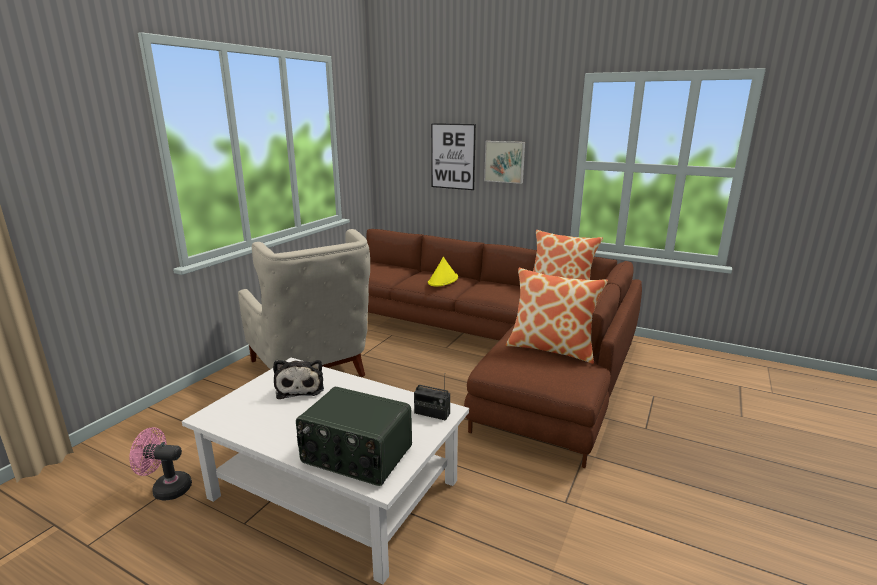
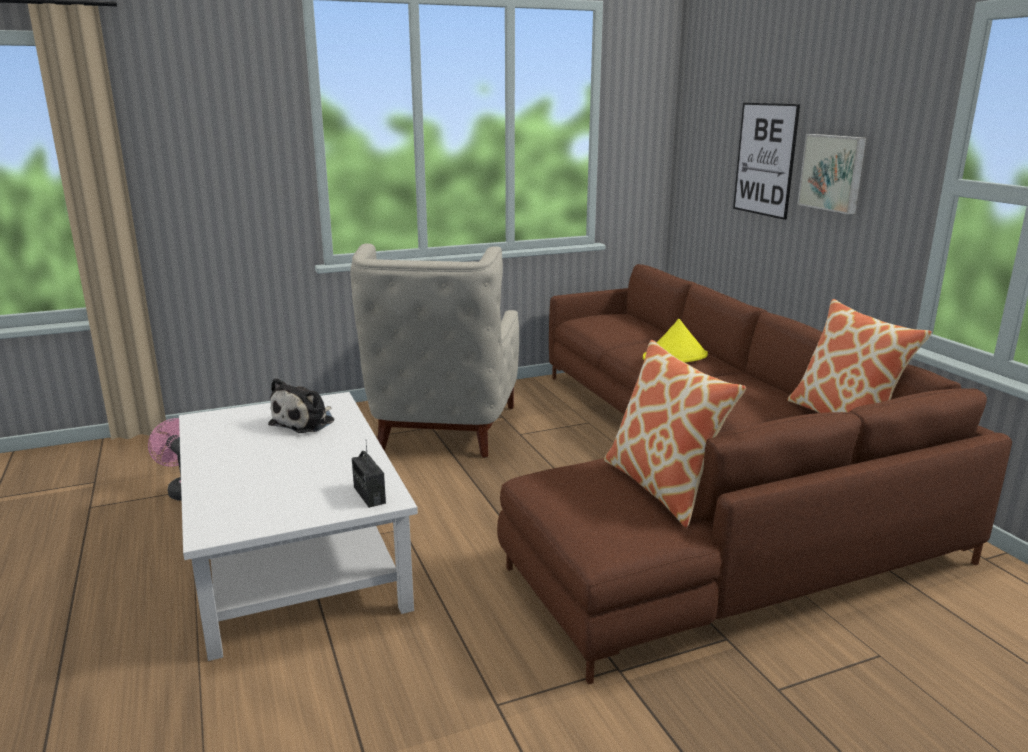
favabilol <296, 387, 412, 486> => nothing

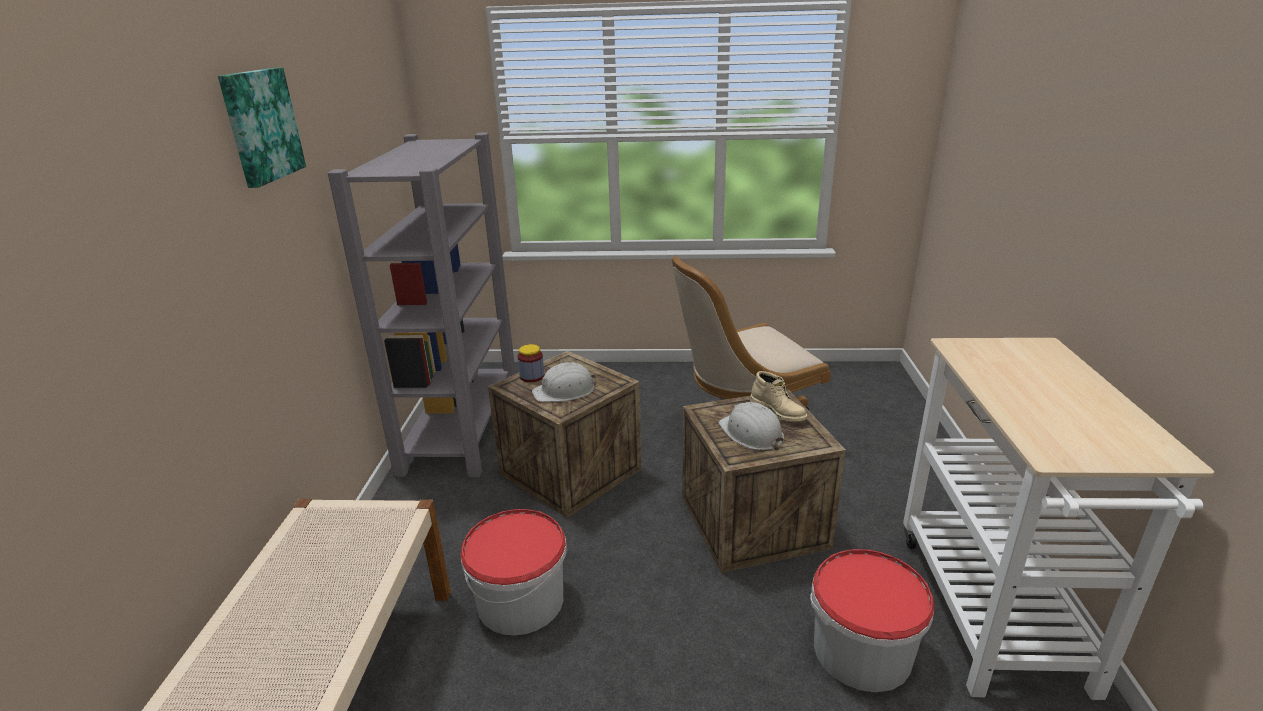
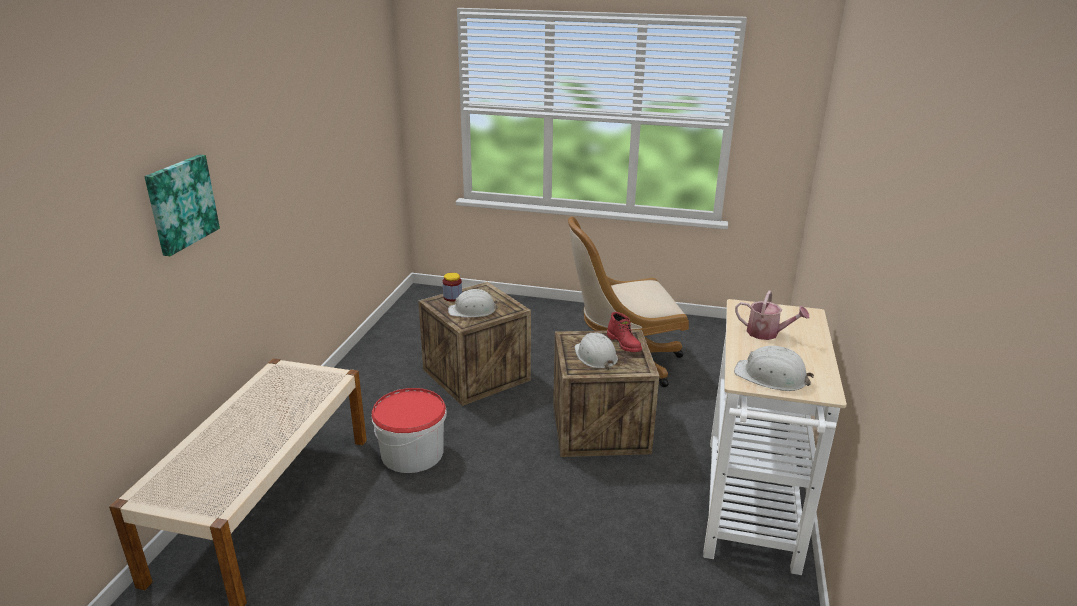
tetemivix <218, 67, 306, 188> => tetemivix <144, 155, 220, 256>, moved
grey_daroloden <328, 133, 516, 477> => nothing
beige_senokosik <750, 371, 807, 422> => red_senokosik <607, 312, 642, 352>
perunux <810, 549, 934, 692> => nothing
nothing => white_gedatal <734, 346, 814, 391>
nothing => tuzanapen <735, 291, 809, 340>

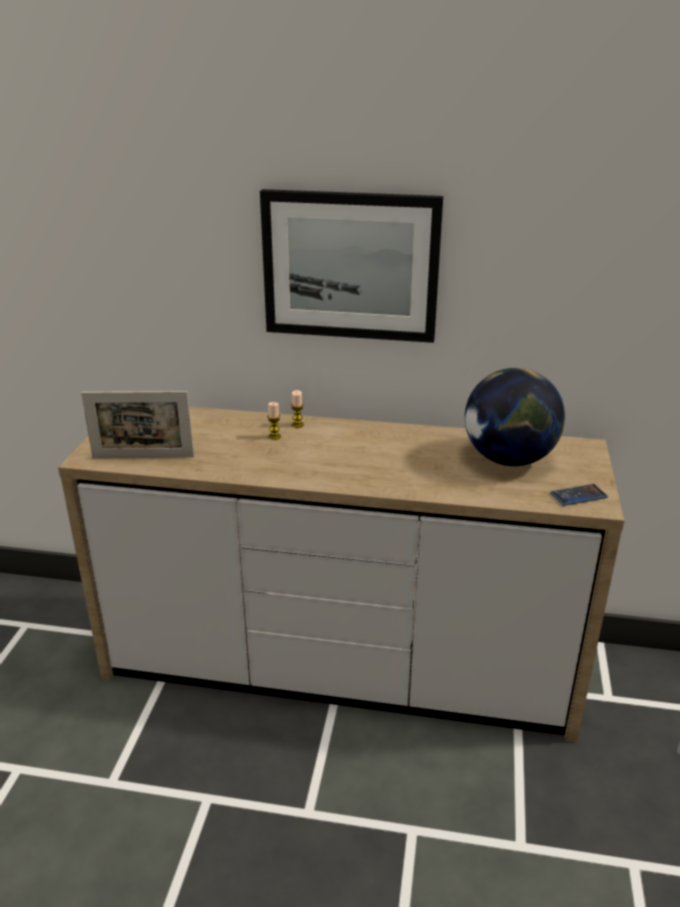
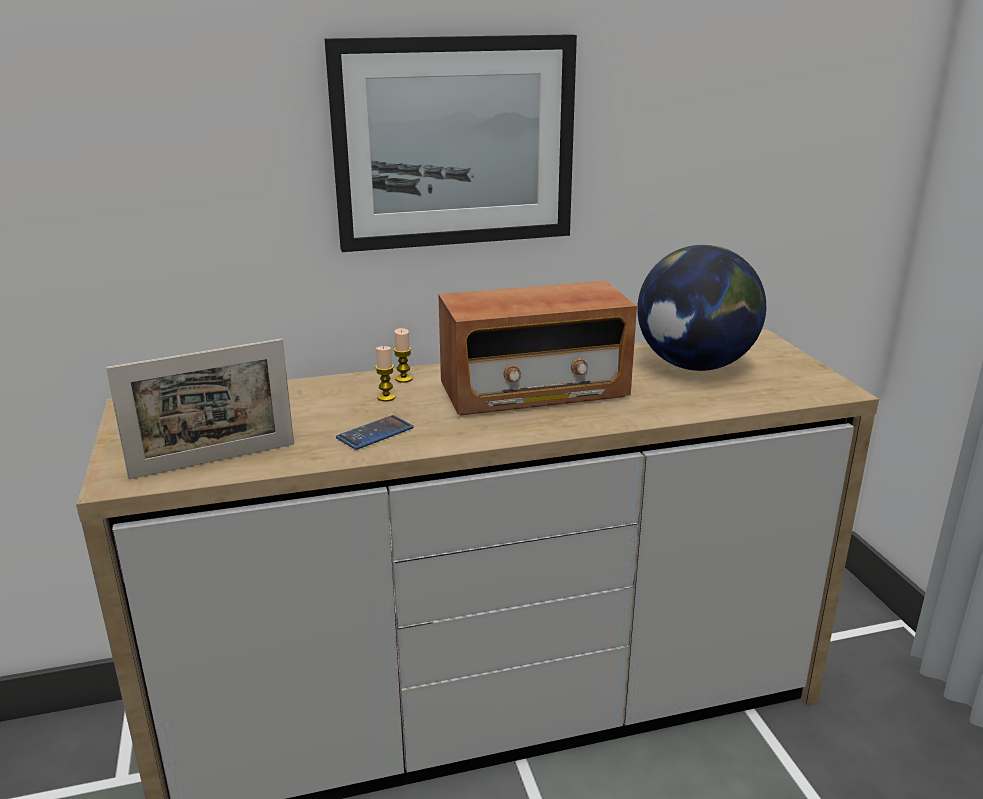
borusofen <550, 484, 608, 506> => borusofen <336, 415, 414, 450>, moved
nothing => favabilol <438, 281, 637, 416>

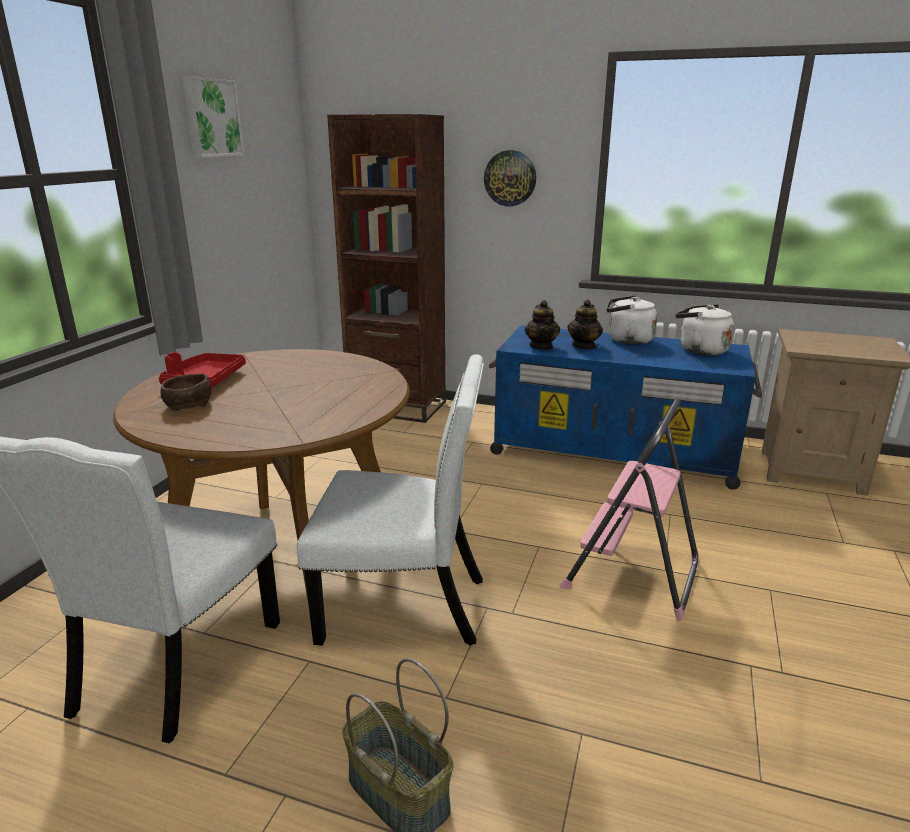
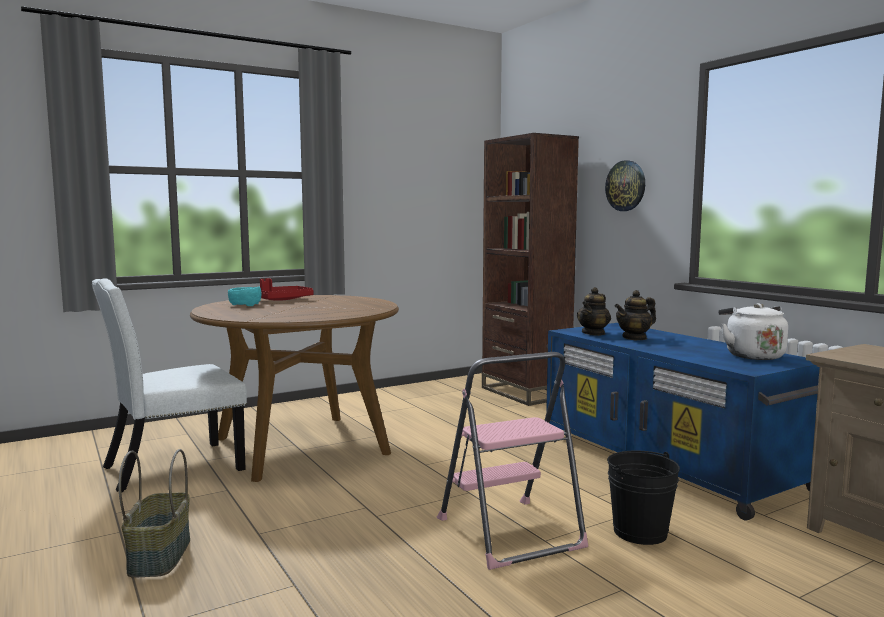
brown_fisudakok <160, 373, 212, 411> => turquoise_fisudakok <228, 287, 262, 306>
tetemivix <182, 76, 244, 158> => nothing
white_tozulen <297, 354, 484, 645> => nothing
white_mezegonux <607, 295, 657, 345> => nothing
nothing => black_perunux <607, 450, 680, 545>

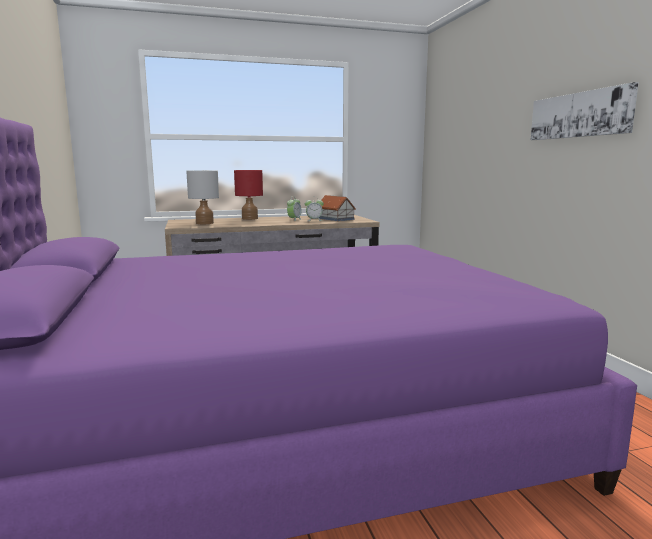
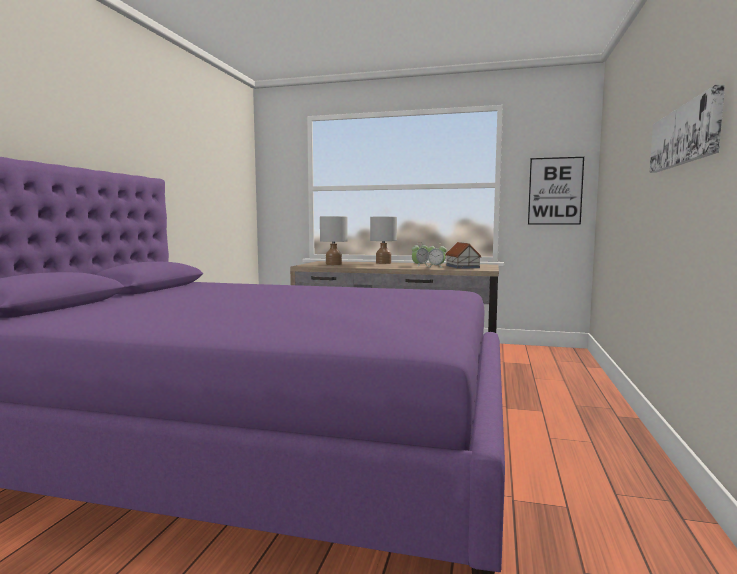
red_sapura <234, 170, 263, 220> => grey_sapura <370, 217, 397, 264>
nothing => tetemivix <528, 157, 584, 225>

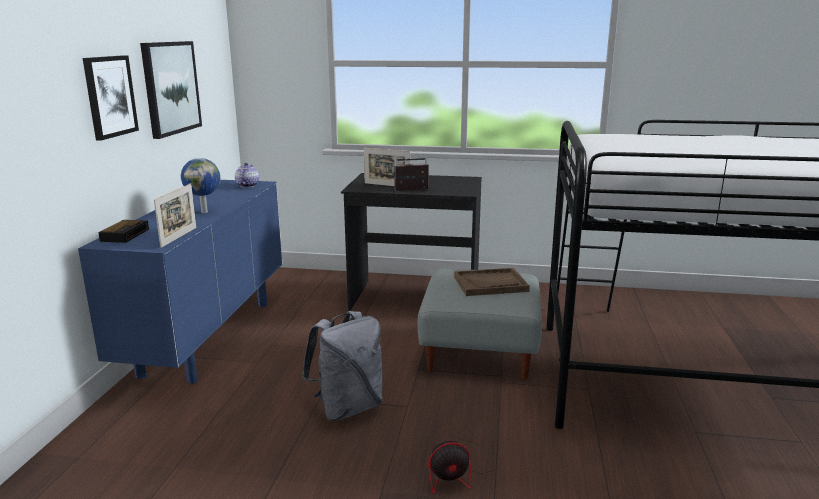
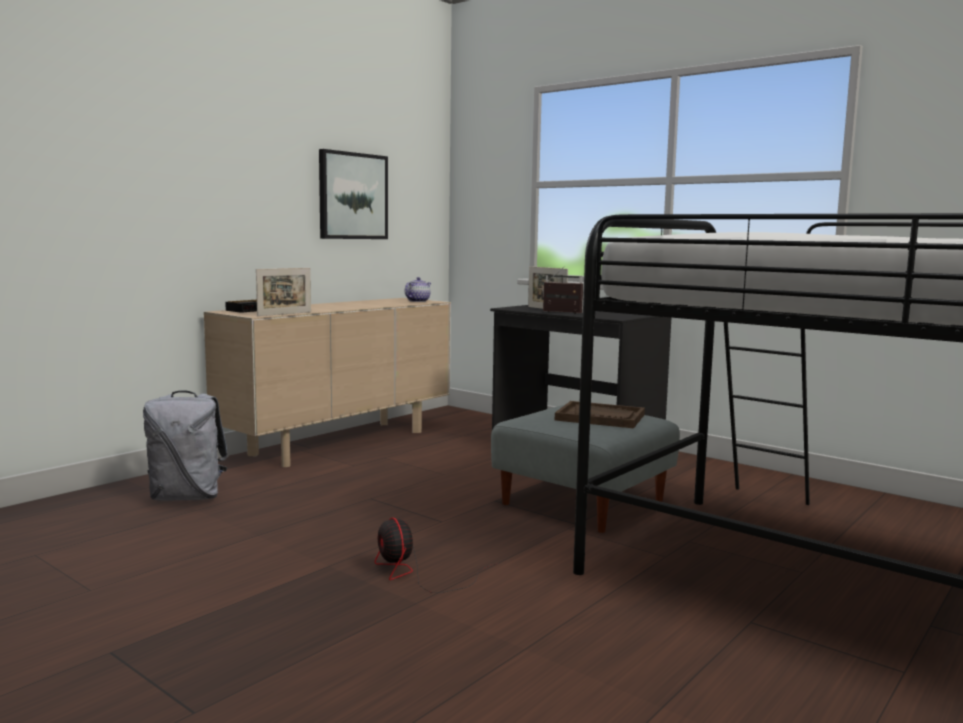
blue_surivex <78, 180, 282, 384> => beige_surivex <204, 298, 451, 467>
tetemivix <83, 55, 139, 141> => nothing
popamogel <181, 158, 220, 213> => nothing
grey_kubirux <302, 311, 383, 421> => grey_kubirux <143, 390, 228, 501>, moved
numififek <428, 428, 497, 494> => numififek <375, 518, 500, 593>, 45 degrees clockwise

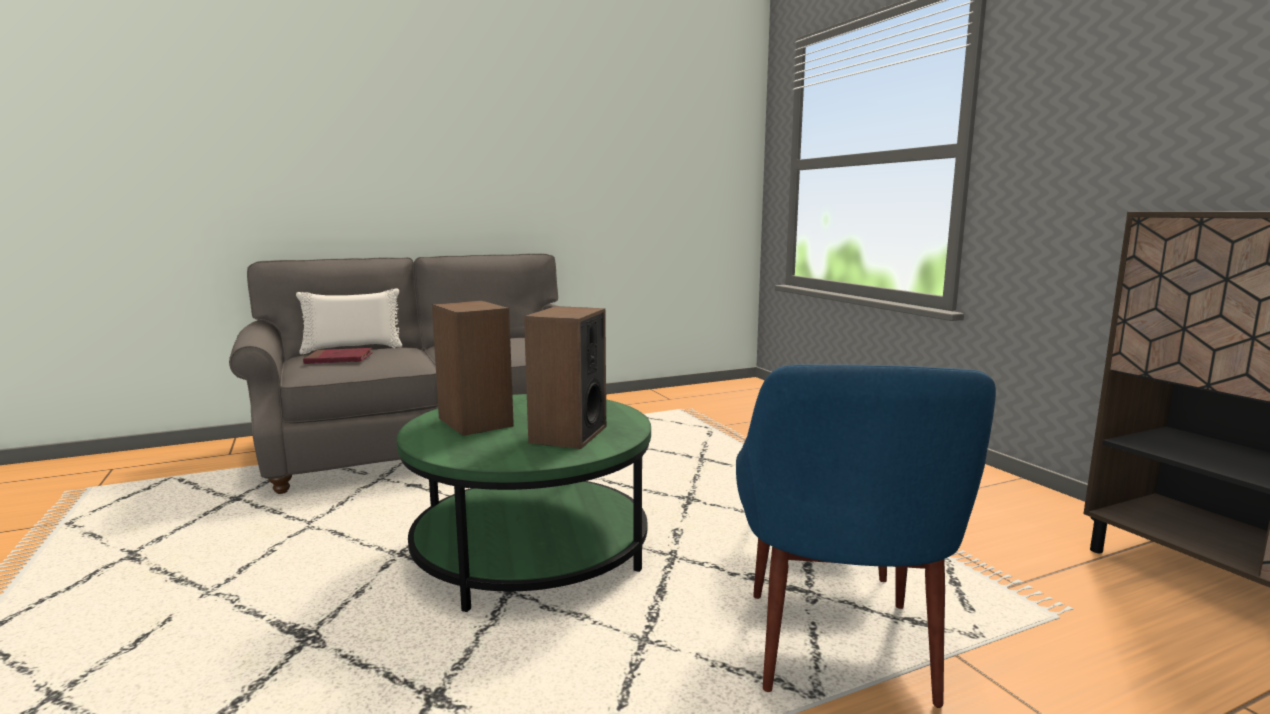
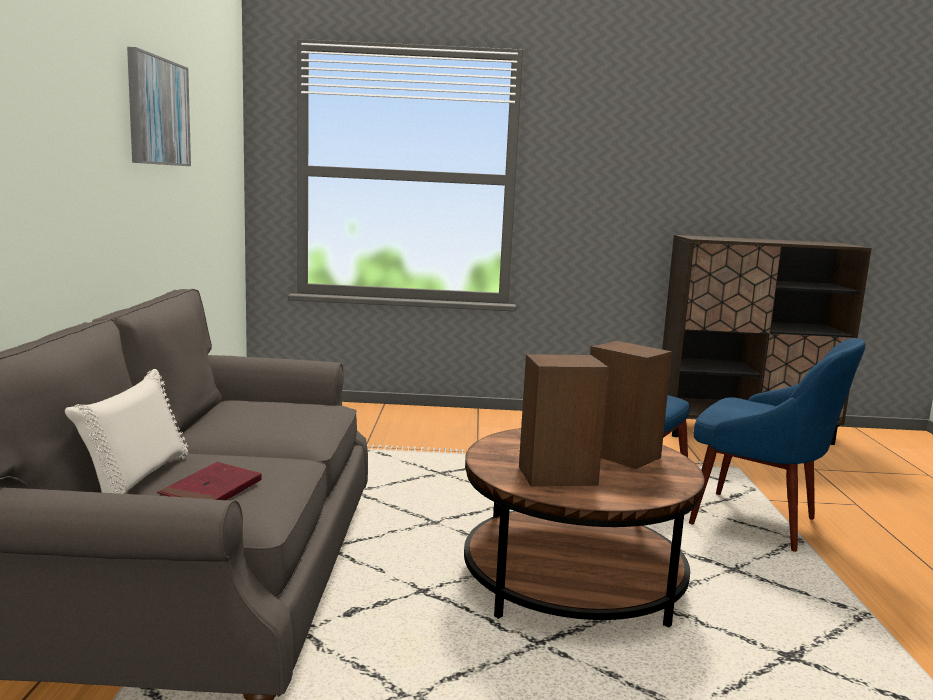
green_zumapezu <397, 394, 651, 612> => brown_zumapezu <464, 428, 705, 628>
nothing => tetemivix <127, 47, 191, 166>

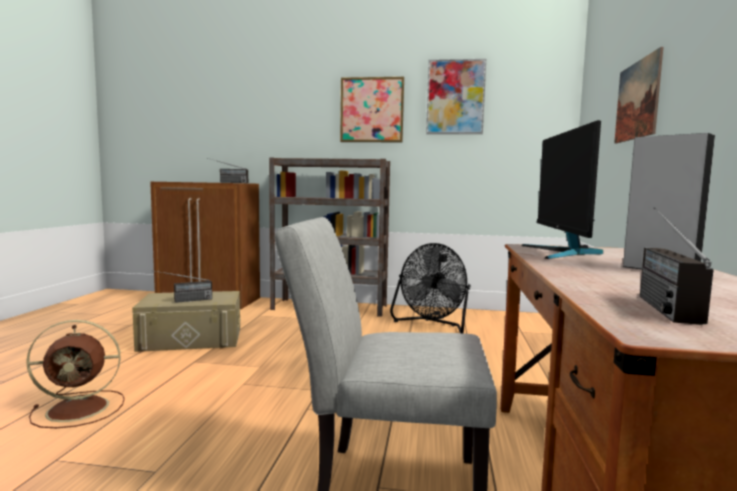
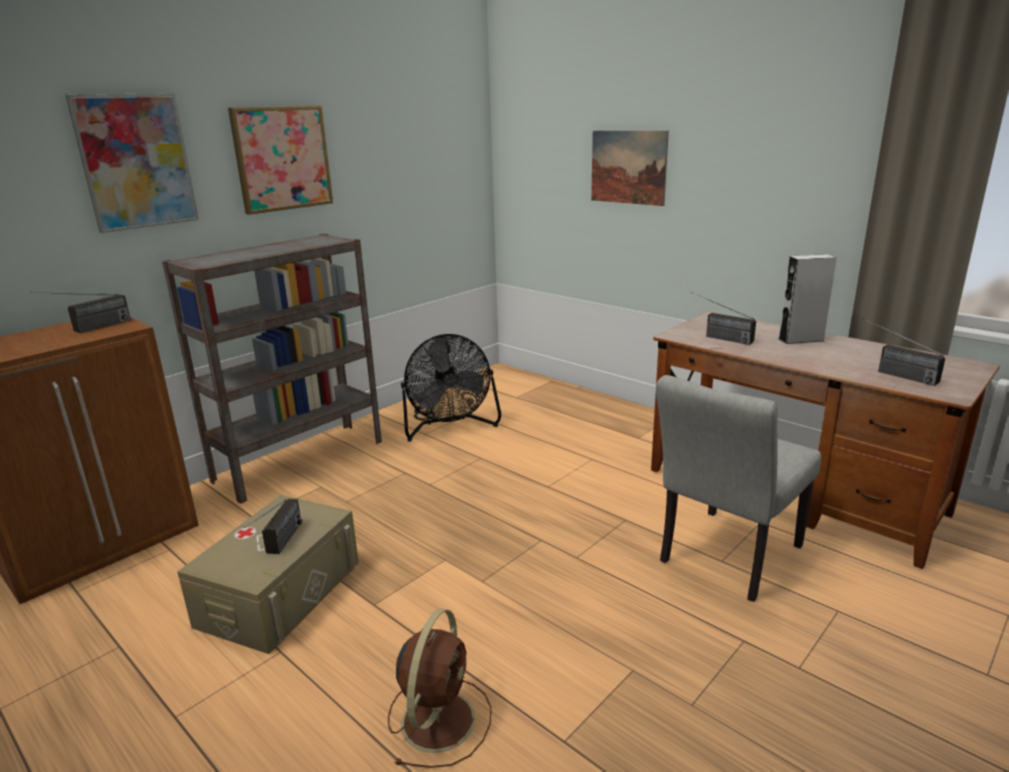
tetemivix <426, 59, 486, 134> => tetemivix <65, 93, 199, 233>, moved
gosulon <521, 120, 603, 259> => favabilol <691, 292, 756, 345>

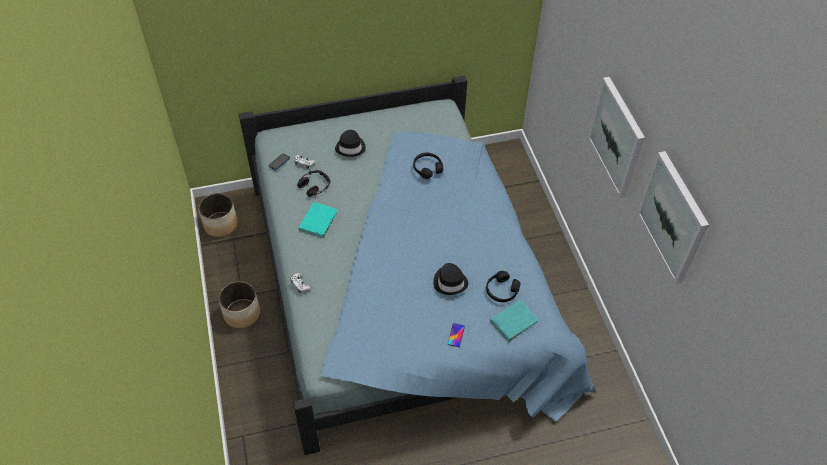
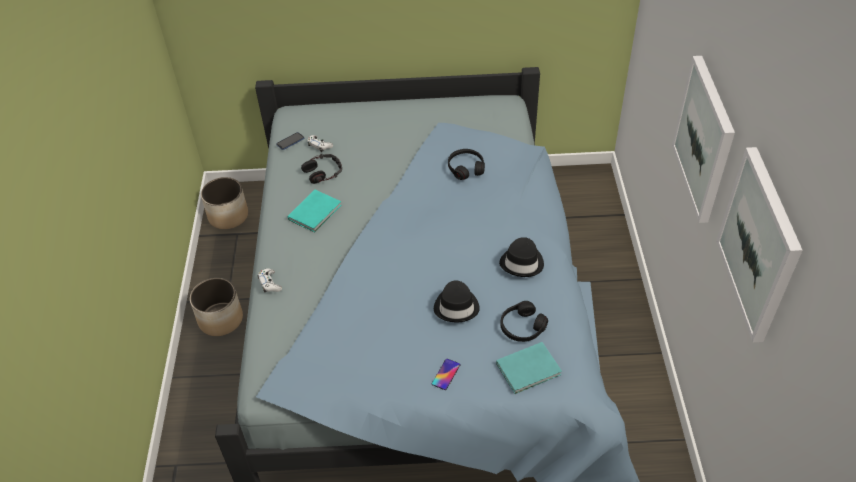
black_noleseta <335, 130, 366, 157> => black_noleseta <499, 237, 544, 277>, moved

